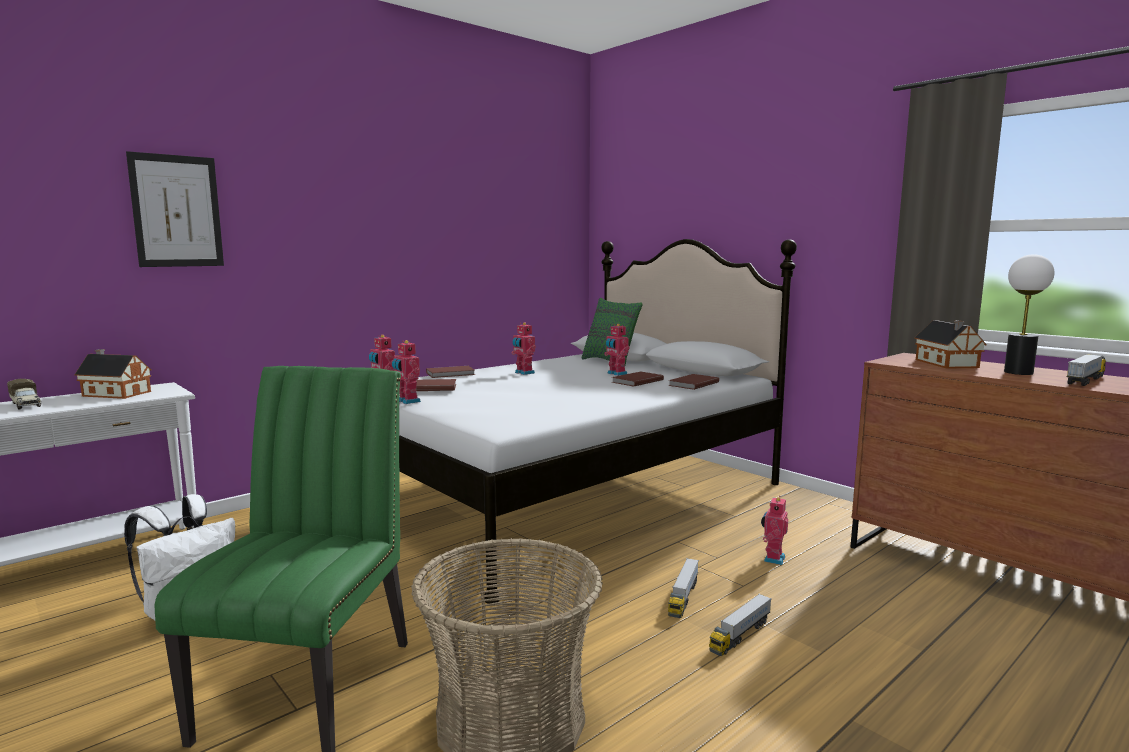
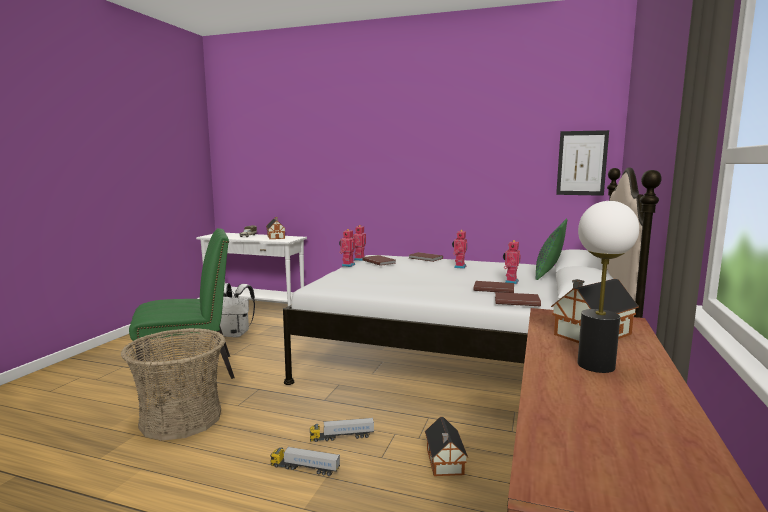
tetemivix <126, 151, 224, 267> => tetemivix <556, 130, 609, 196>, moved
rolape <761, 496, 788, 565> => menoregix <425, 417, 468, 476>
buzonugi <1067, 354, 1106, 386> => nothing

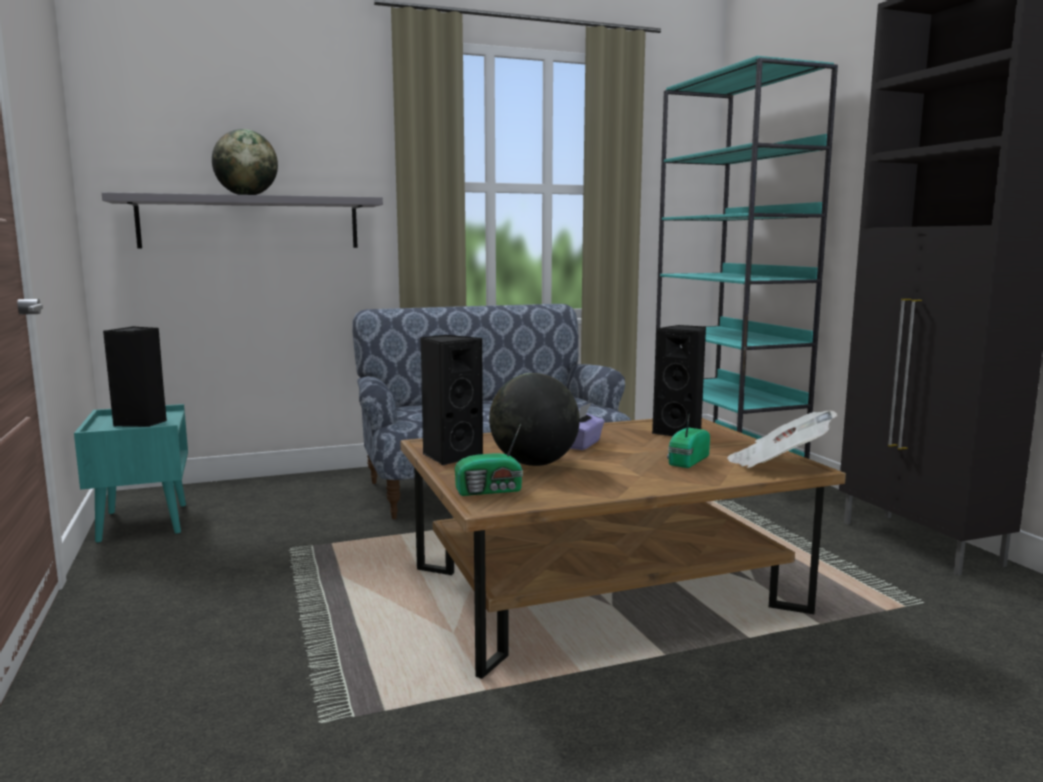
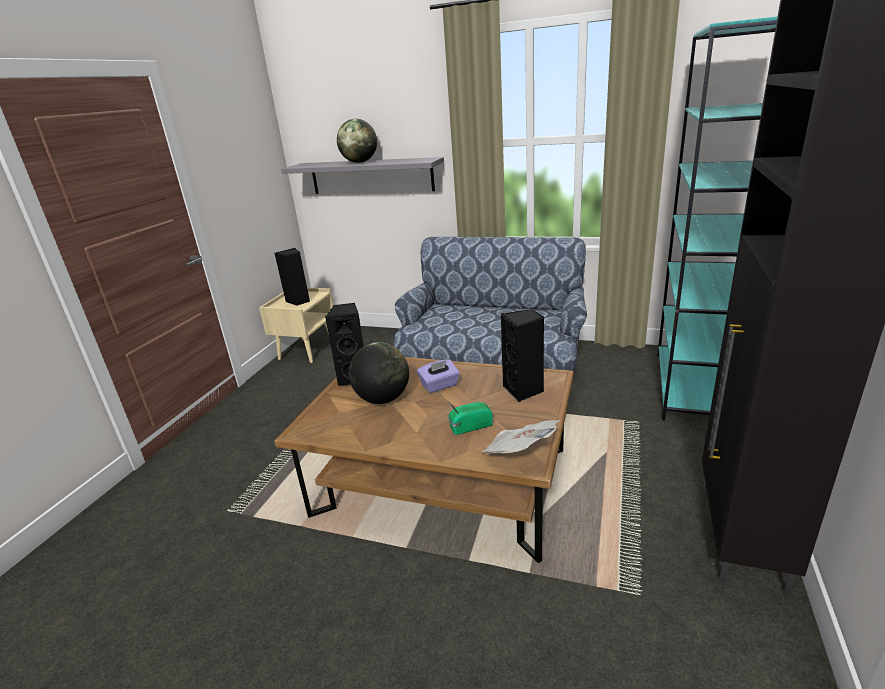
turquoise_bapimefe <74, 404, 188, 543> => beige_bapimefe <259, 288, 334, 363>
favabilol <455, 424, 523, 496> => nothing

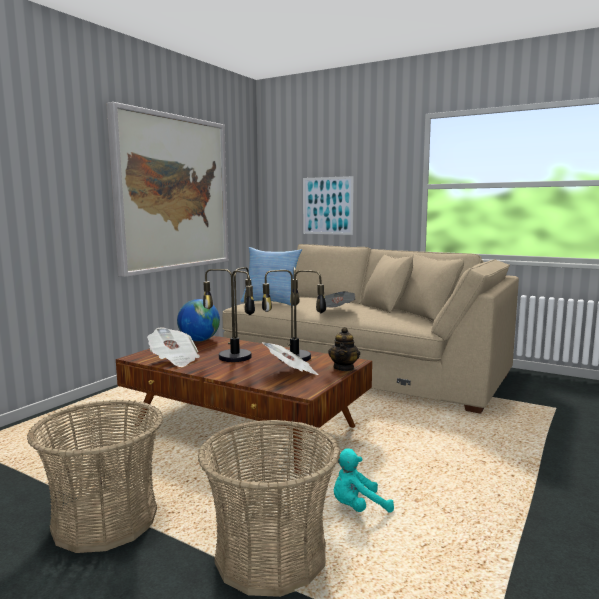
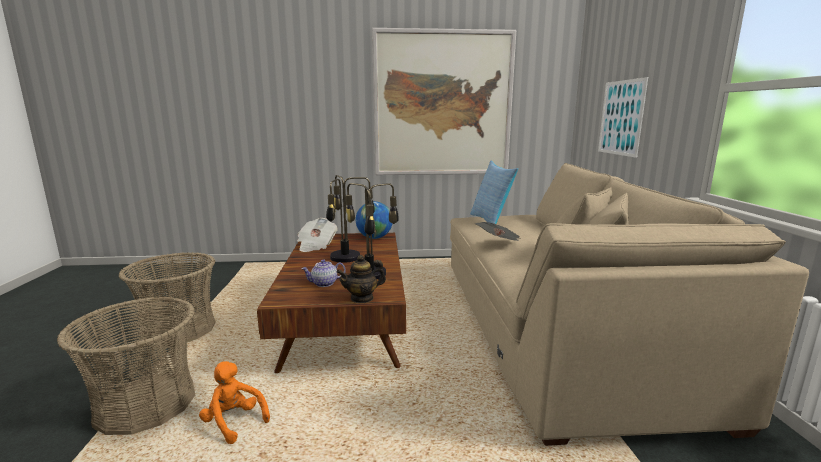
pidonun <262, 342, 319, 375> => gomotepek <301, 260, 346, 287>
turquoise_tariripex <334, 449, 394, 513> => orange_tariripex <199, 361, 270, 444>

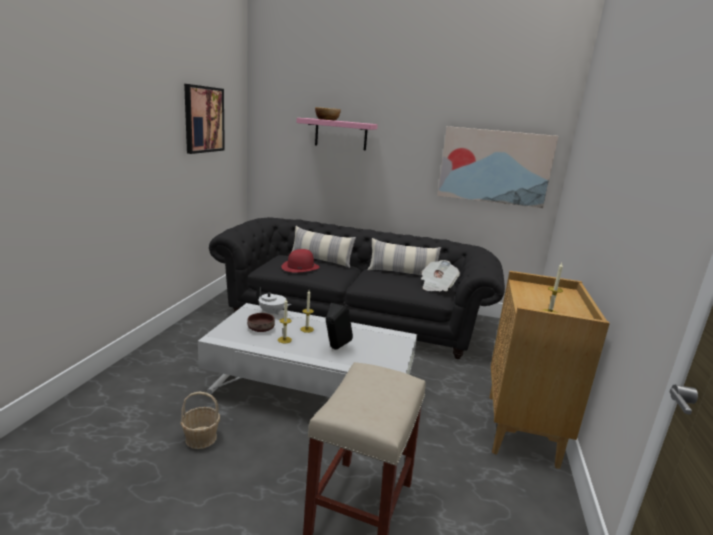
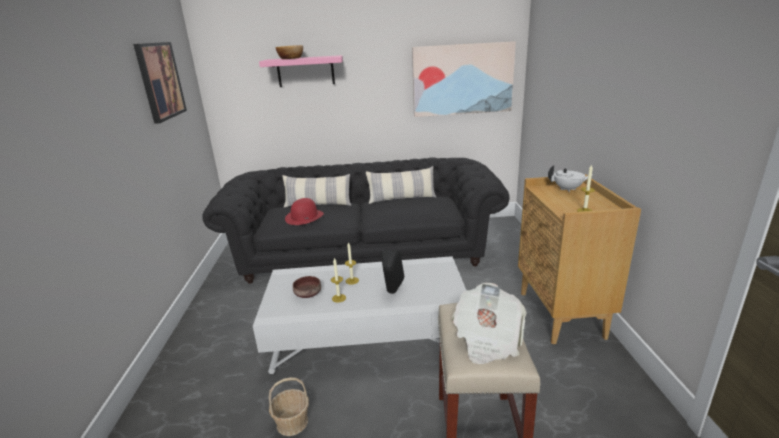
white_gomotepek <256, 287, 291, 315> => white_gomotepek <548, 165, 593, 192>, moved
pidonun <421, 260, 460, 291> => pidonun <452, 283, 527, 364>, moved

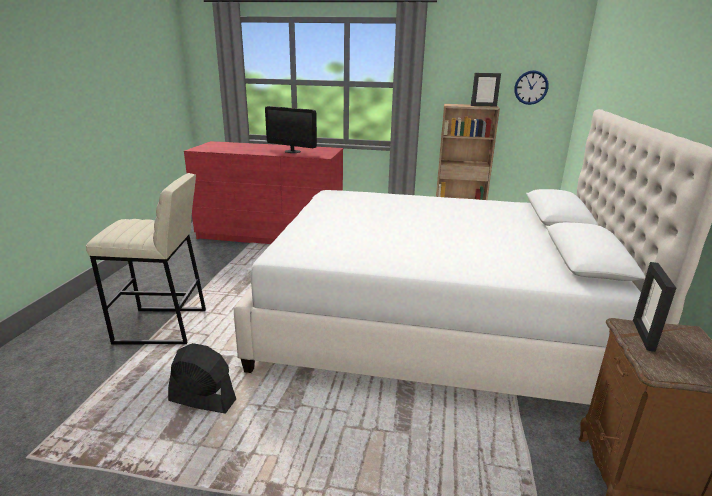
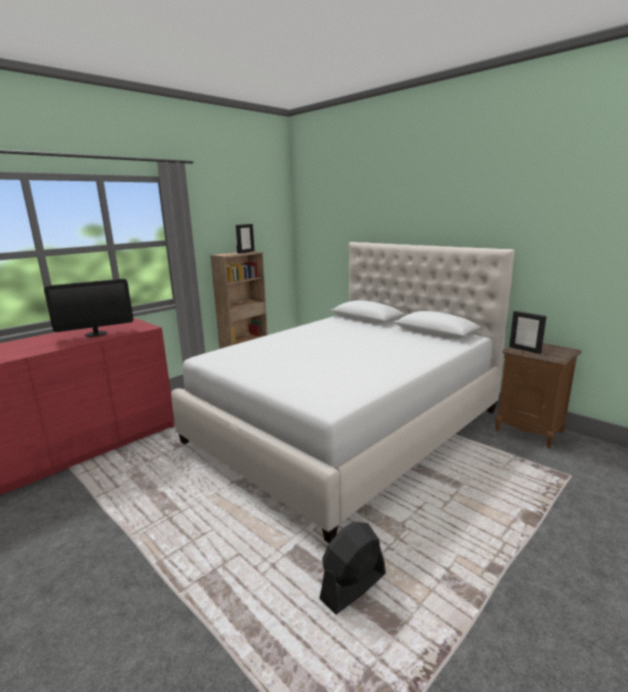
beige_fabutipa <86, 173, 206, 345> => nothing
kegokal <514, 70, 549, 105> => nothing

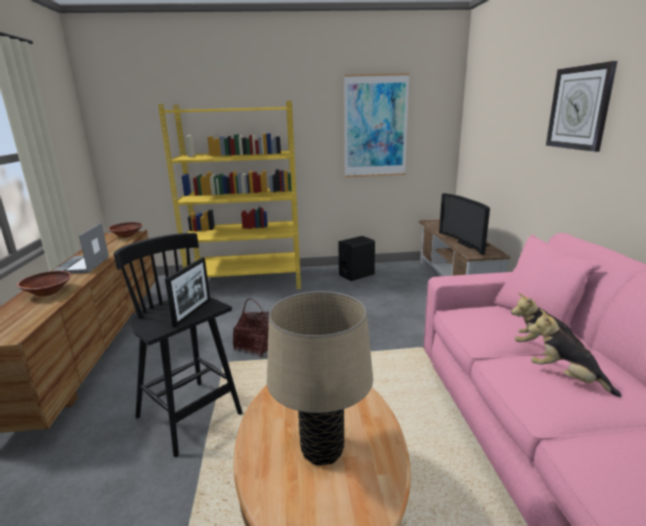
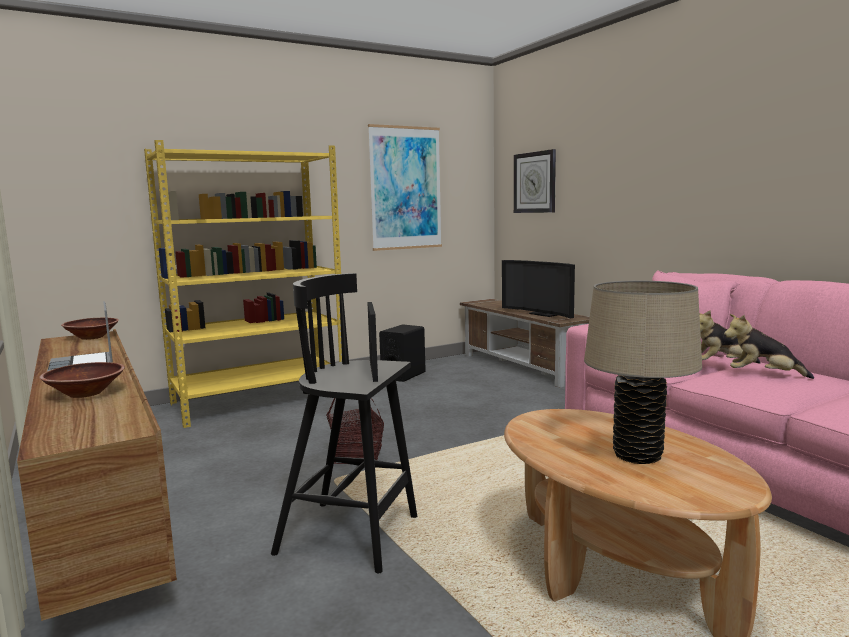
kegokal <546, 61, 617, 152> => kegokal <514, 149, 556, 213>, moved

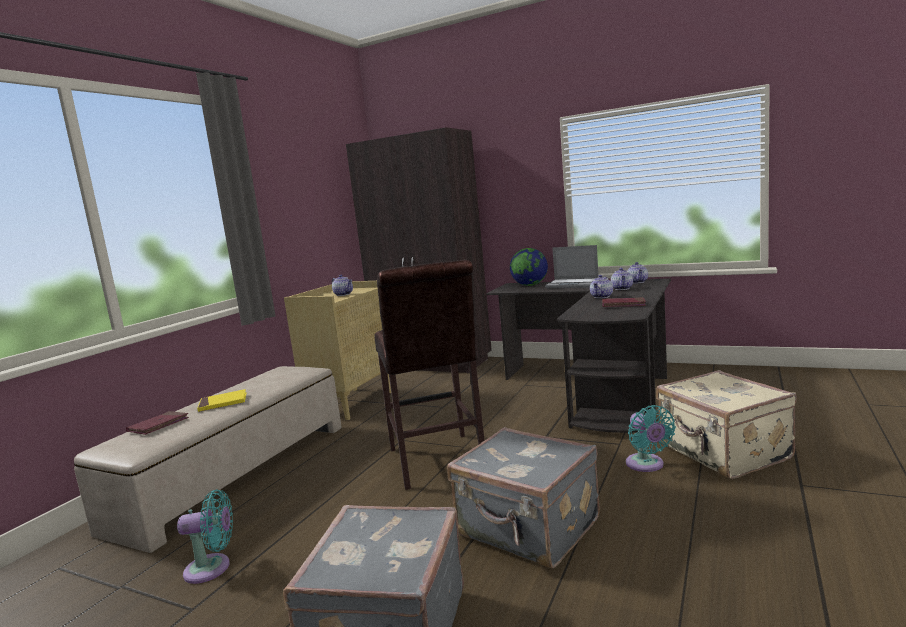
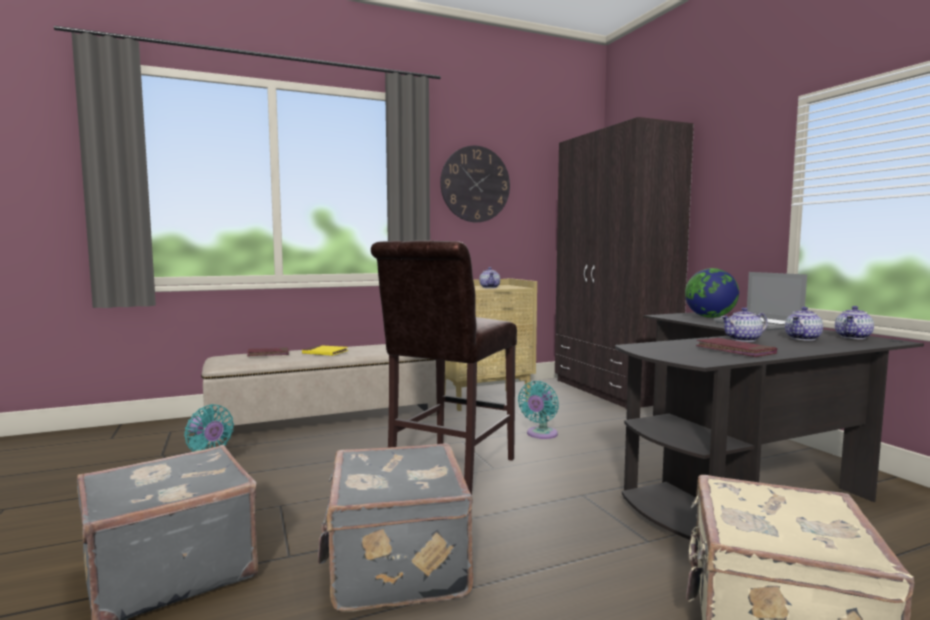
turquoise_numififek <626, 405, 676, 472> => turquoise_numififek <518, 381, 559, 439>, moved
nothing => kegokal <440, 146, 510, 222>

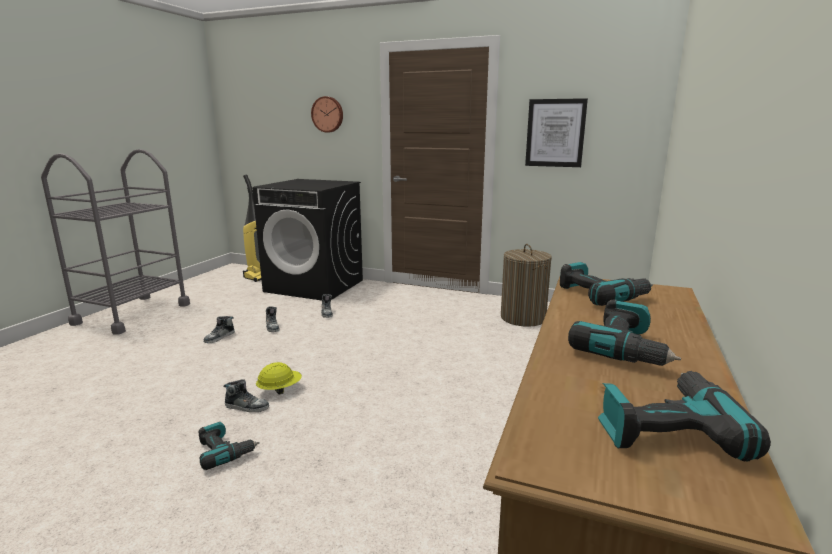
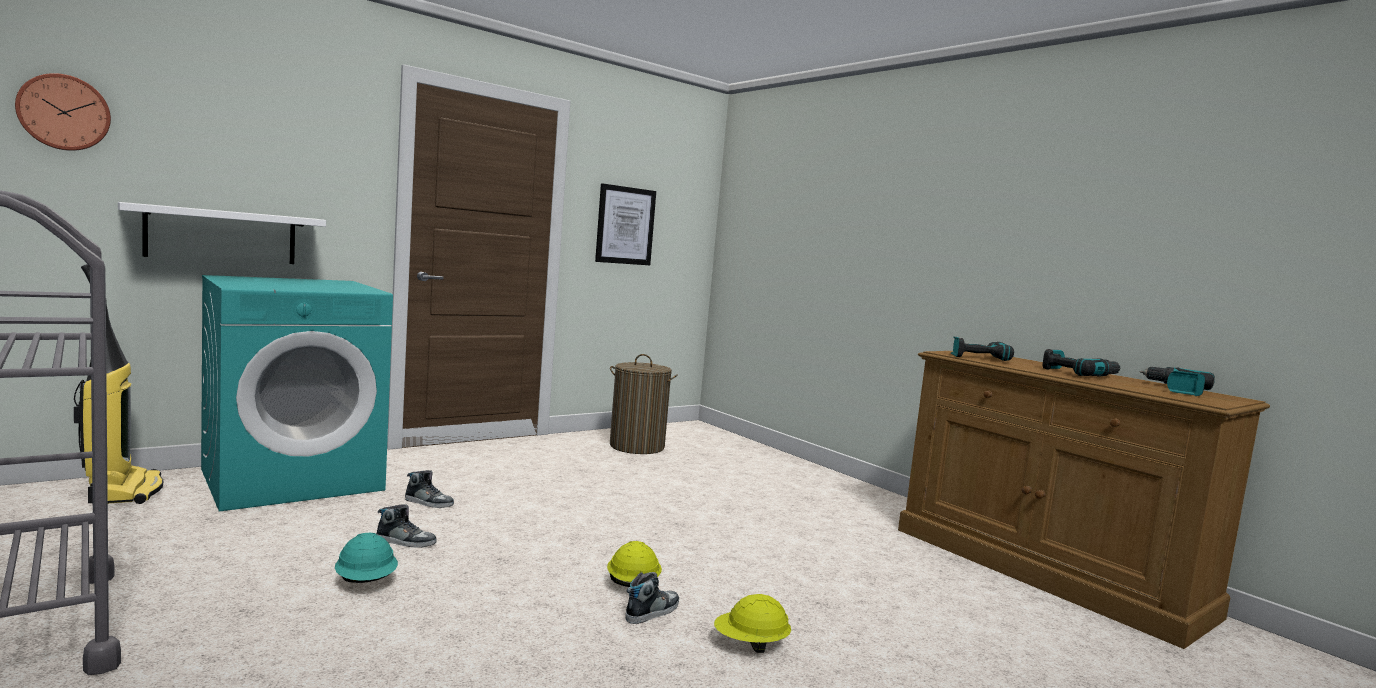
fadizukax <198, 422, 259, 470> => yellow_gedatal <714, 594, 791, 653>
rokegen <204, 316, 235, 343> => turquoise_gedatal <335, 533, 398, 583>
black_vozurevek <253, 179, 363, 300> => turquoise_vozurevek <201, 275, 393, 511>
kegokal <311, 96, 343, 132> => kegokal <15, 73, 111, 151>, moved
nothing => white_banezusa <118, 202, 326, 264>

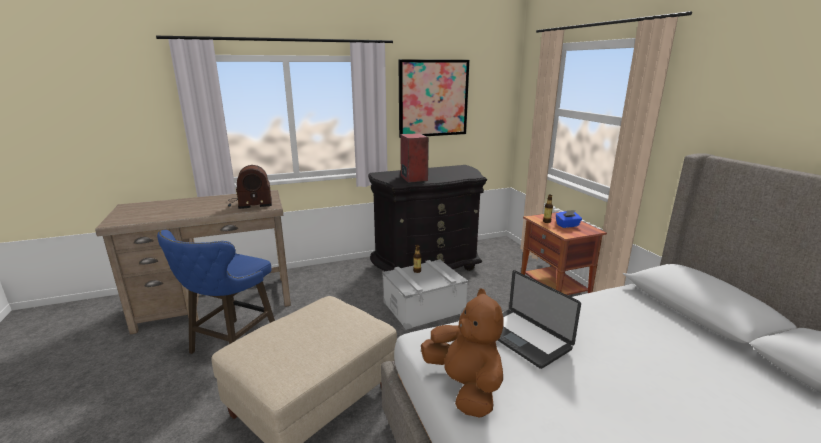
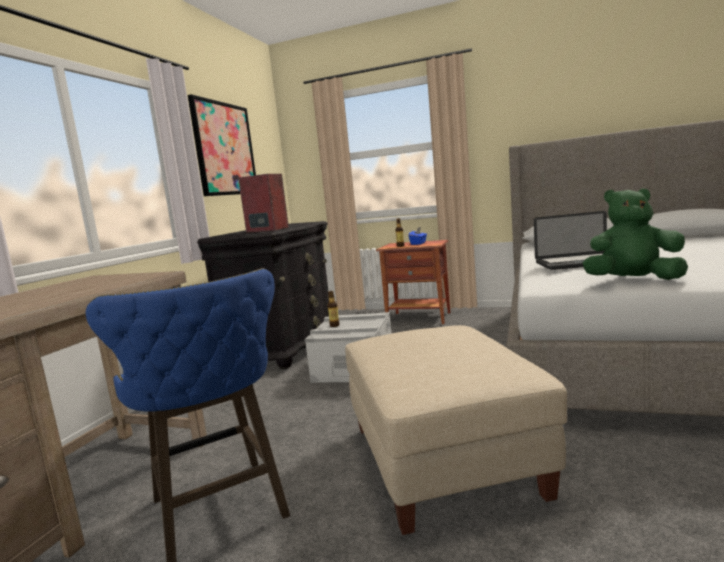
favabilol <228, 165, 272, 209> => nothing
brown_tariripex <421, 288, 504, 418> => green_tariripex <583, 188, 688, 280>

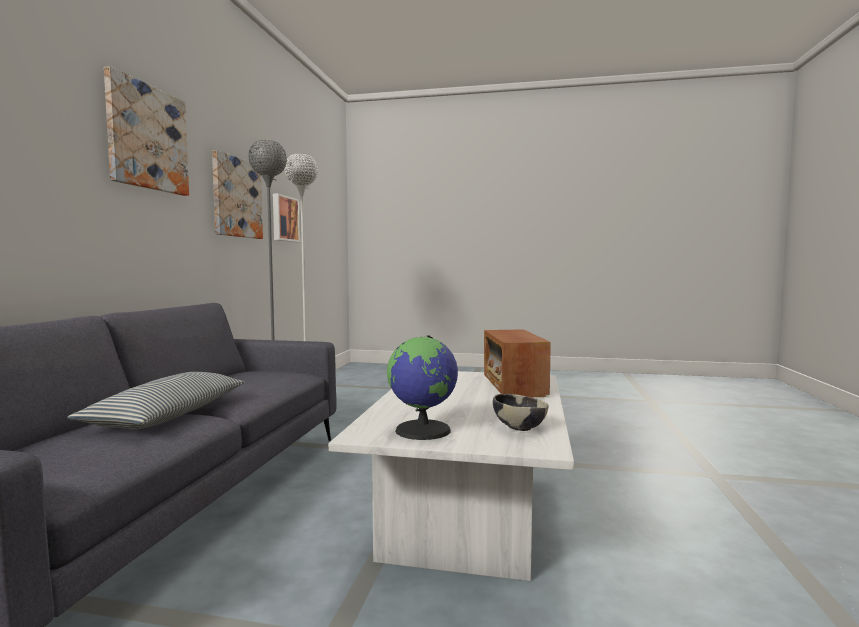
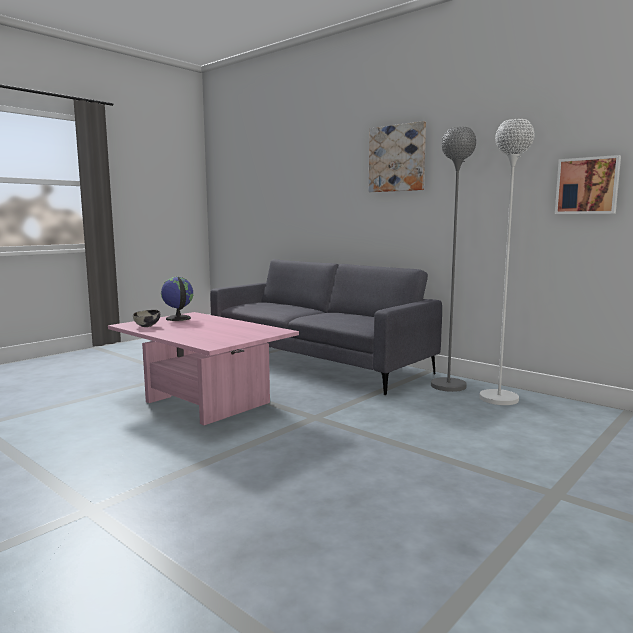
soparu <67, 372, 245, 430> => nothing
tetemivix <212, 150, 263, 239> => nothing
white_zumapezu <329, 371, 574, 581> => pink_zumapezu <108, 312, 299, 425>
favabilol <484, 329, 551, 397> => nothing

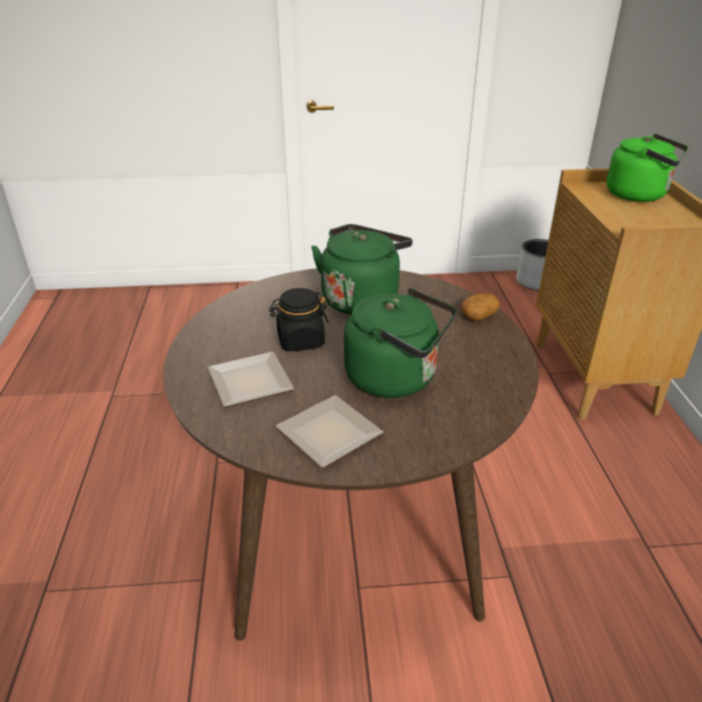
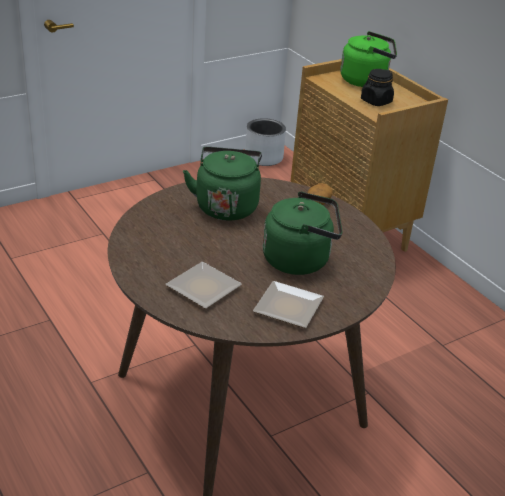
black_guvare <269, 288, 329, 351> => black_guvare <361, 69, 394, 106>, moved

